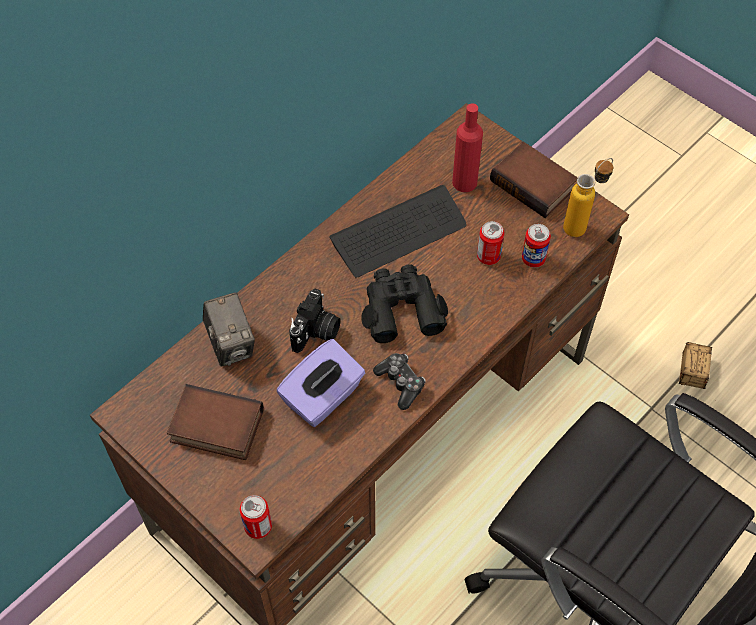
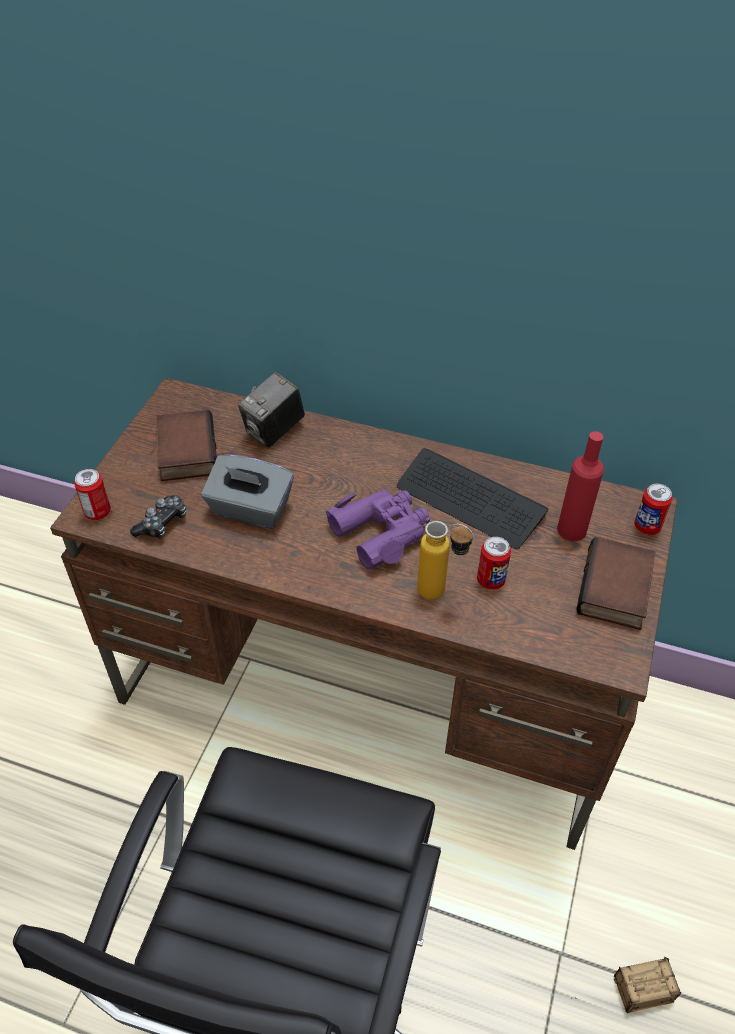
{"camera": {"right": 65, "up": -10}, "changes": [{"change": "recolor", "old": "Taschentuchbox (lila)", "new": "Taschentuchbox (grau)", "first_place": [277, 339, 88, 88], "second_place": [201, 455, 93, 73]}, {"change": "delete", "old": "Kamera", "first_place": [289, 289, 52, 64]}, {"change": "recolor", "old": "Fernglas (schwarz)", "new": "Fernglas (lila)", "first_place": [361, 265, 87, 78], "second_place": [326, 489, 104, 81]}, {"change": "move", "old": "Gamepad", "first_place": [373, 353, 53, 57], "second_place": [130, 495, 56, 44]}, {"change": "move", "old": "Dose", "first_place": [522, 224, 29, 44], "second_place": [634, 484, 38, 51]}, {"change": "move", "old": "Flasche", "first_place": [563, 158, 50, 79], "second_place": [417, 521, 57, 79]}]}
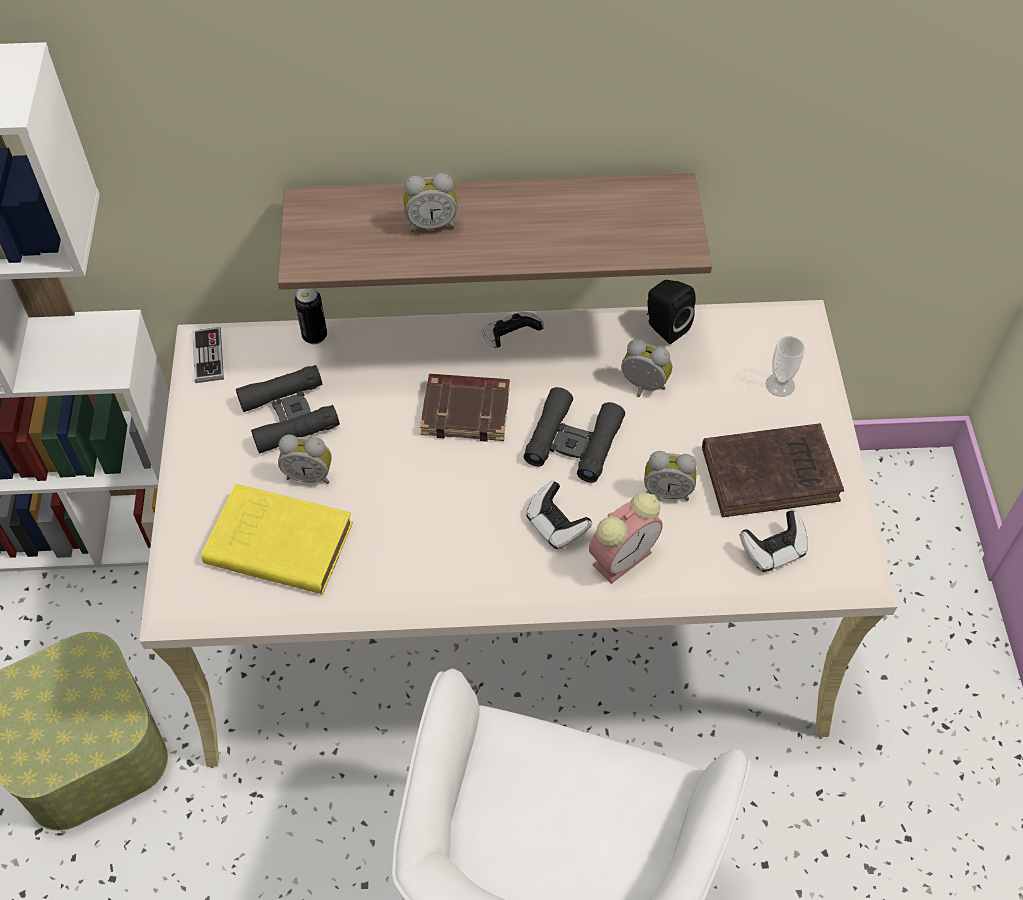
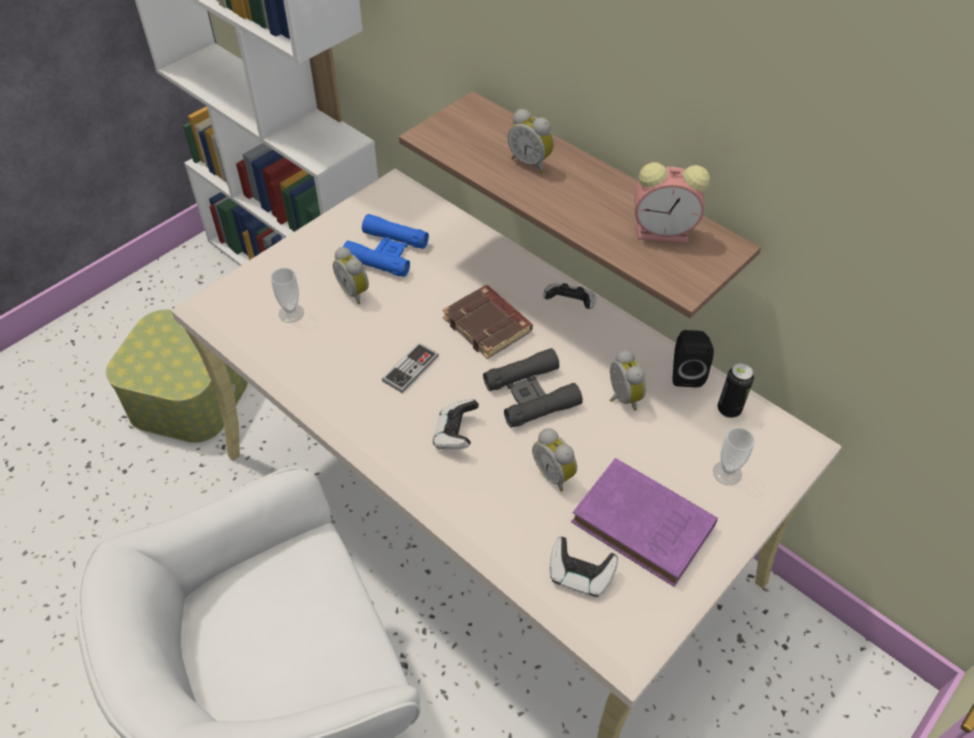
{"camera": {"right": 45, "up": -5}, "changes": [{"change": "move", "old": "Gamepad", "first_place": [192, 327, 32, 56], "second_place": [382, 342, 57, 51]}, {"change": "replace", "old": "Buch (gelb)", "new": "Tasse", "first_place": [201, 484, 152, 110], "second_place": [270, 268, 34, 55]}, {"change": "recolor", "old": "Fernglas (schwarz)", "new": "Fernglas (blau)", "first_place": [236, 365, 104, 88], "second_place": [343, 214, 86, 63]}, {"change": "move", "old": "Dose", "first_place": [294, 288, 33, 56], "second_place": [718, 363, 36, 55]}, {"change": "move", "old": "Wecker", "first_place": [589, 492, 74, 92], "second_place": [635, 162, 75, 81]}, {"change": "recolor", "old": "Buch (braun)", "new": "Buch (lila)", "first_place": [702, 423, 142, 94], "second_place": [571, 458, 147, 129]}]}
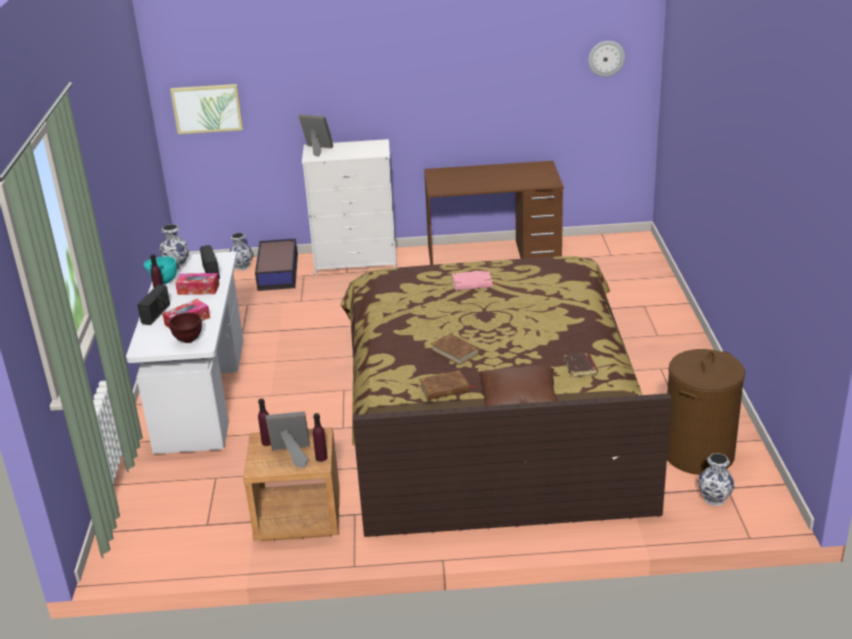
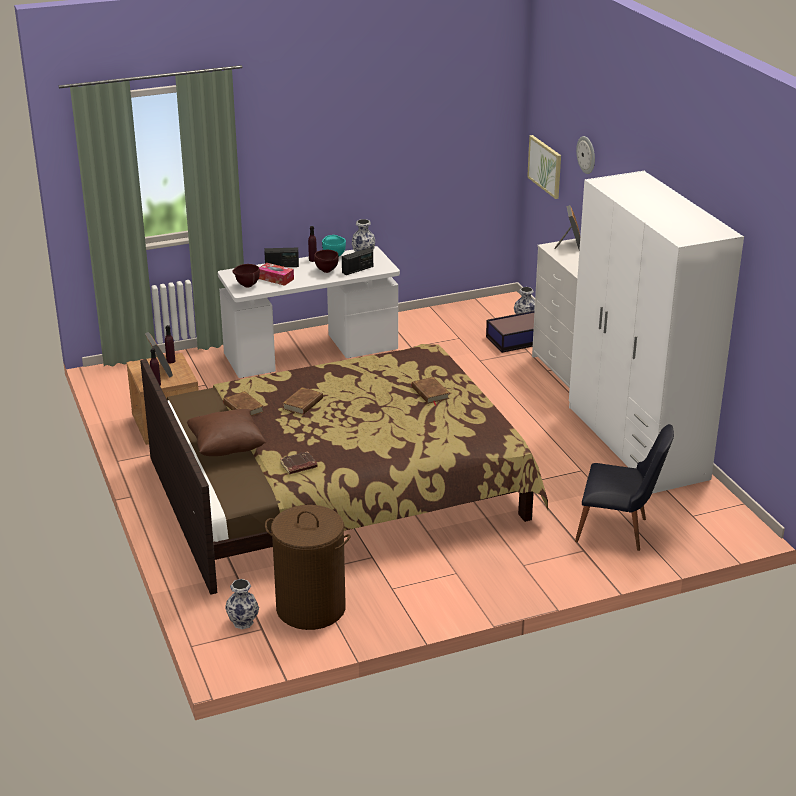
{"camera": {"right": 70, "up": 0}, "changes": [{"change": "replace", "old": "Taschentuchbox", "new": "Schüssel (braun)", "first_place": [175, 273, 45, 22], "second_place": [314, 250, 25, 23]}, {"change": "replace", "old": "Schreibtisch (braun)", "new": "Kleiderschrank (weiß)", "first_place": [424, 161, 140, 104], "second_place": [569, 171, 175, 322]}, {"change": "recolor", "old": "Buch (rosa)", "new": "Buch (braun)", "first_place": [452, 270, 45, 21], "second_place": [412, 377, 38, 29]}, {"change": "move", "old": "Wanduhr", "first_place": [588, 41, 37, 36], "second_place": [576, 136, 19, 38]}, {"change": "insert", "new": "Stuhl (schwarz)", "second_place": [575, 424, 99, 127]}]}
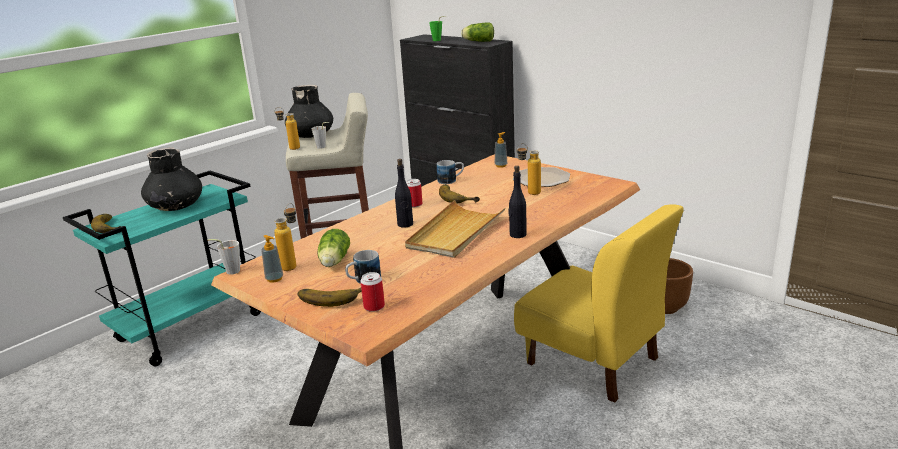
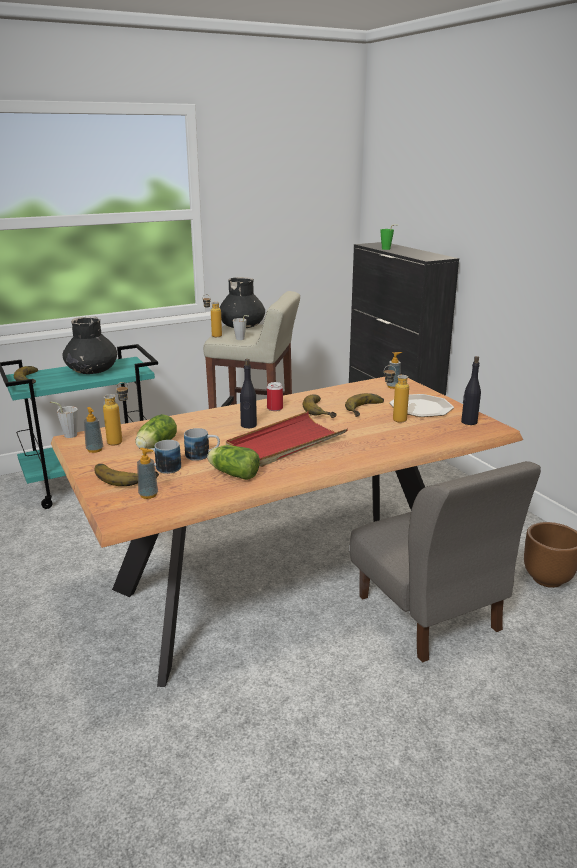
{"camera": {"right": 20, "up": 0}, "changes": [{"change": "replace", "old": "Dose", "new": "Seifenspender", "first_place": [360, 272, 25, 40], "second_place": [137, 448, 21, 51]}, {"change": "recolor", "old": "Tablett (beige)", "new": "Tablett (rot)", "first_place": [405, 200, 100, 58], "second_place": [226, 411, 122, 56]}, {"change": "move", "old": "Henkelbecher", "first_place": [437, 160, 27, 24], "second_place": [184, 428, 36, 33]}, {"change": "move", "old": "Salatkopf", "first_place": [461, 23, 33, 19], "second_place": [207, 445, 53, 35]}, {"change": "move", "old": "Flasche (schwarz)", "first_place": [509, 166, 18, 72], "second_place": [461, 356, 20, 69]}, {"change": "recolor", "old": "Stuhl (gelb)", "new": "Stuhl (grau)", "first_place": [514, 204, 170, 199], "second_place": [349, 461, 192, 202]}, {"change": "insert", "new": "Banane", "second_place": [345, 393, 39, 24]}]}
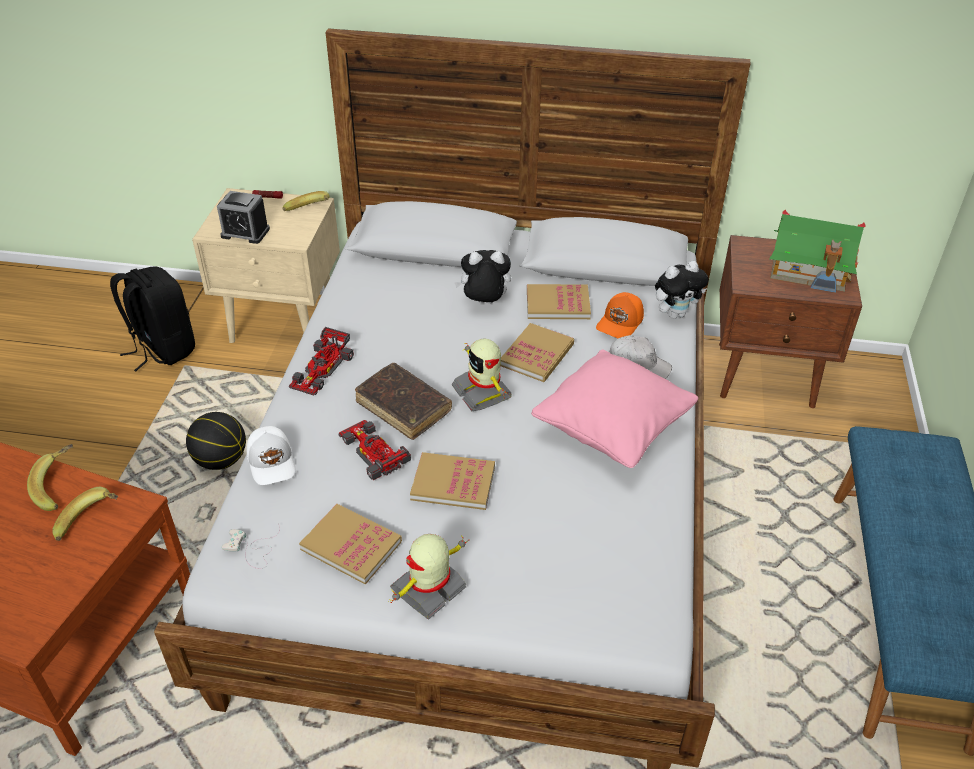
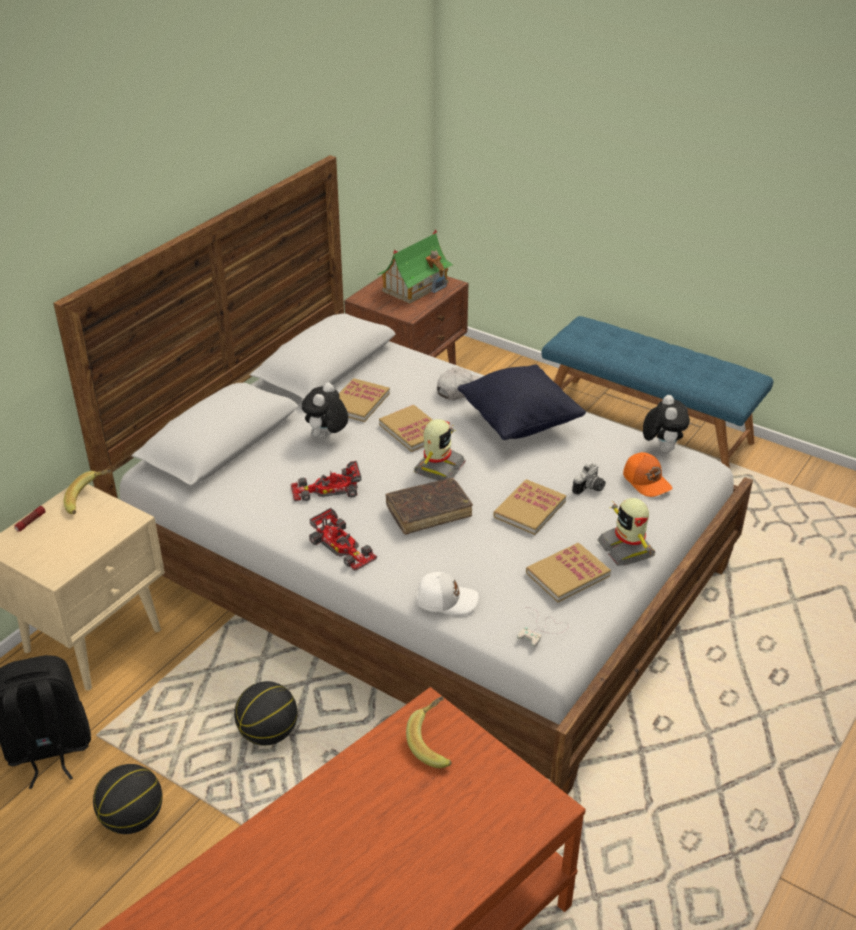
{"camera": {"right": -65, "up": -5}, "changes": [{"change": "delete", "old": "Banane", "first_place": [27, 444, 46, 67]}, {"change": "delete", "old": "Wecker", "first_place": [217, 191, 53, 53]}, {"change": "move", "old": "Spielzeugauto", "first_place": [338, 420, 73, 60], "second_place": [291, 461, 70, 41]}, {"change": "rotate", "old": "Spielzeugroboter", "first_place": [452, 339, 60, 72], "second_place": [414, 419, 52, 62], "degrees": -60}, {"change": "recolor", "old": "Kissen (rosa)", "new": "Kissen (schwarz)", "first_place": [531, 350, 167, 118], "second_place": [457, 364, 129, 76]}, {"change": "move", "old": "Kappe (orange)", "first_place": [596, 292, 48, 46], "second_place": [623, 452, 49, 45]}, {"change": "move", "old": "Plüschtier", "first_place": [655, 261, 54, 58], "second_place": [643, 395, 47, 58]}, {"change": "insert", "new": "Basketball", "second_place": [93, 764, 69, 70]}, {"change": "insert", "new": "Kamera", "second_place": [572, 463, 33, 32]}]}
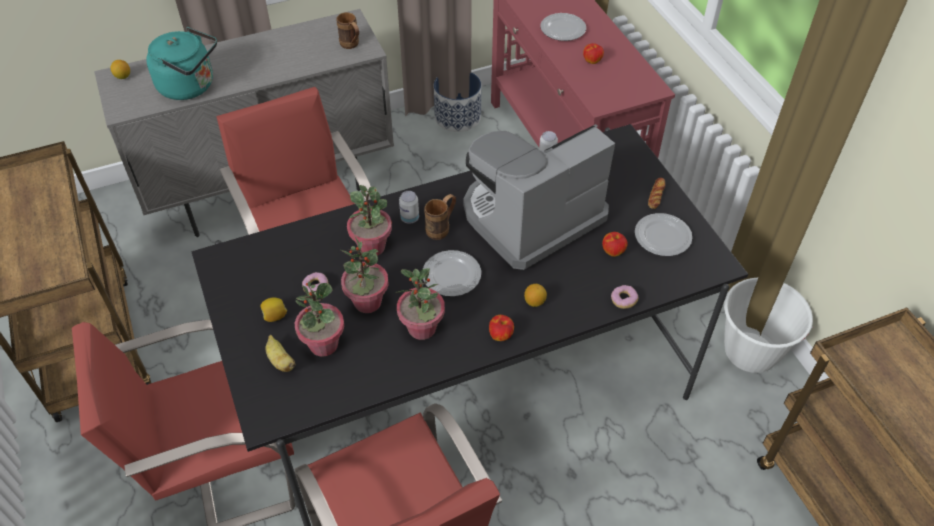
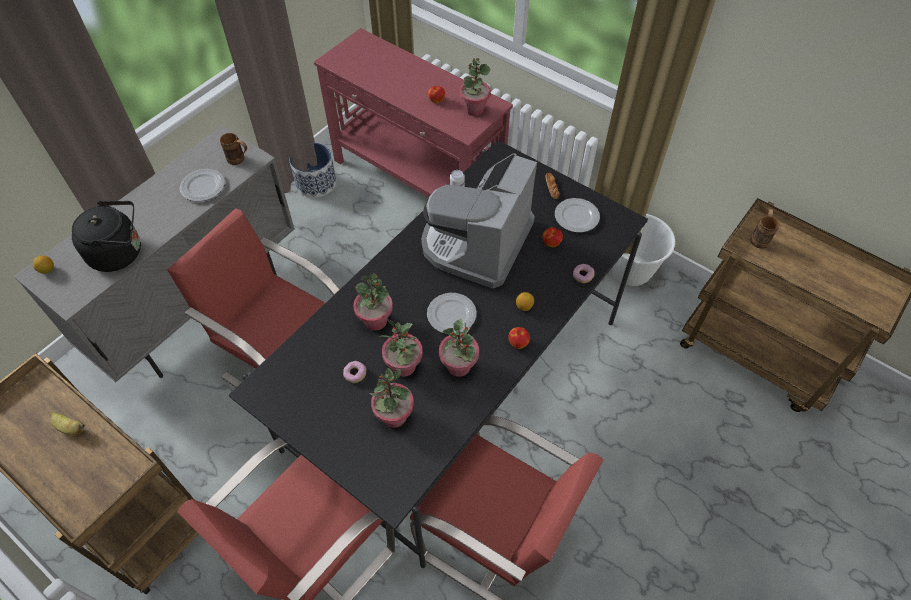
{"camera": {"right": -30, "up": 5}, "changes": [{"change": "recolor", "old": "Wasserkessel (türkis)", "new": "Wasserkessel (schwarz)", "first_place": [146, 27, 71, 73], "second_place": [72, 201, 69, 71]}, {"change": "delete", "old": "Zitrone", "first_place": [260, 297, 27, 25]}, {"change": "move", "old": "Banane", "first_place": [266, 335, 30, 37], "second_place": [50, 412, 35, 23]}, {"change": "delete", "old": "Dose", "first_place": [399, 191, 20, 33]}, {"change": "move", "old": "Henkelbecher (braun)", "first_place": [424, 194, 32, 46], "second_place": [750, 209, 29, 40]}, {"change": "move", "old": "Teller", "first_place": [540, 13, 46, 28], "second_place": [180, 169, 45, 33]}, {"change": "insert", "new": "Topfpflanze", "second_place": [460, 58, 31, 58]}]}
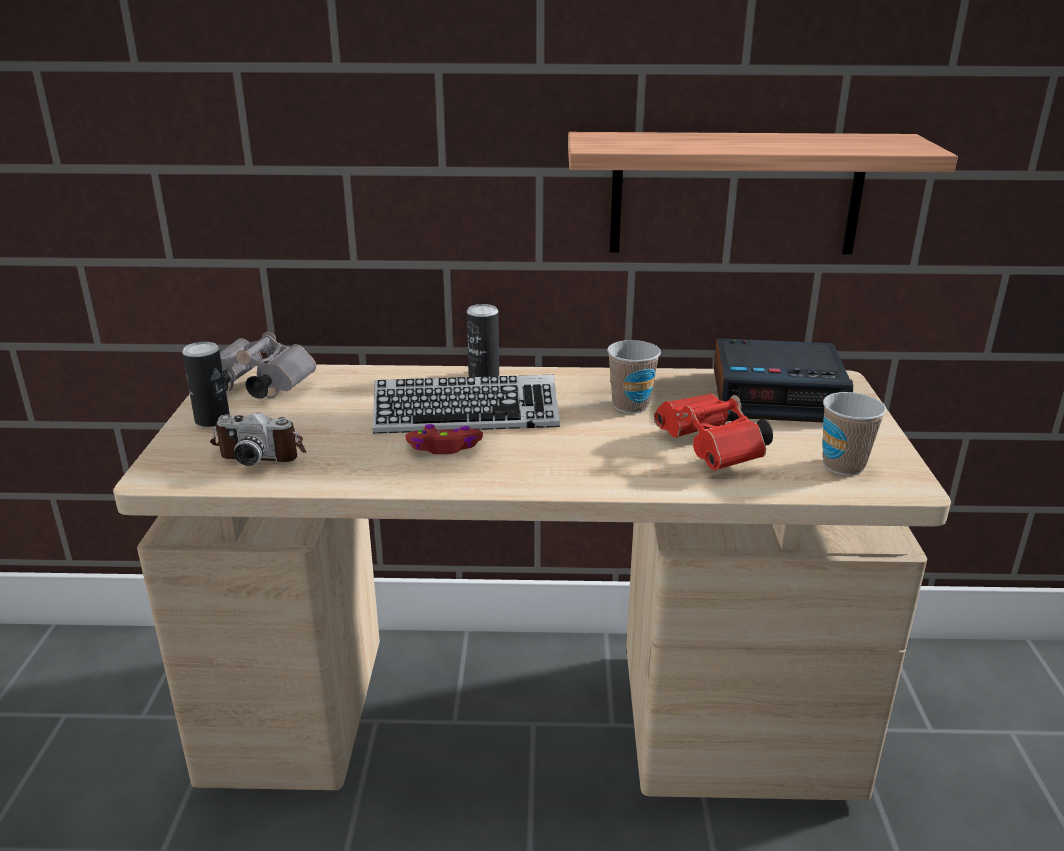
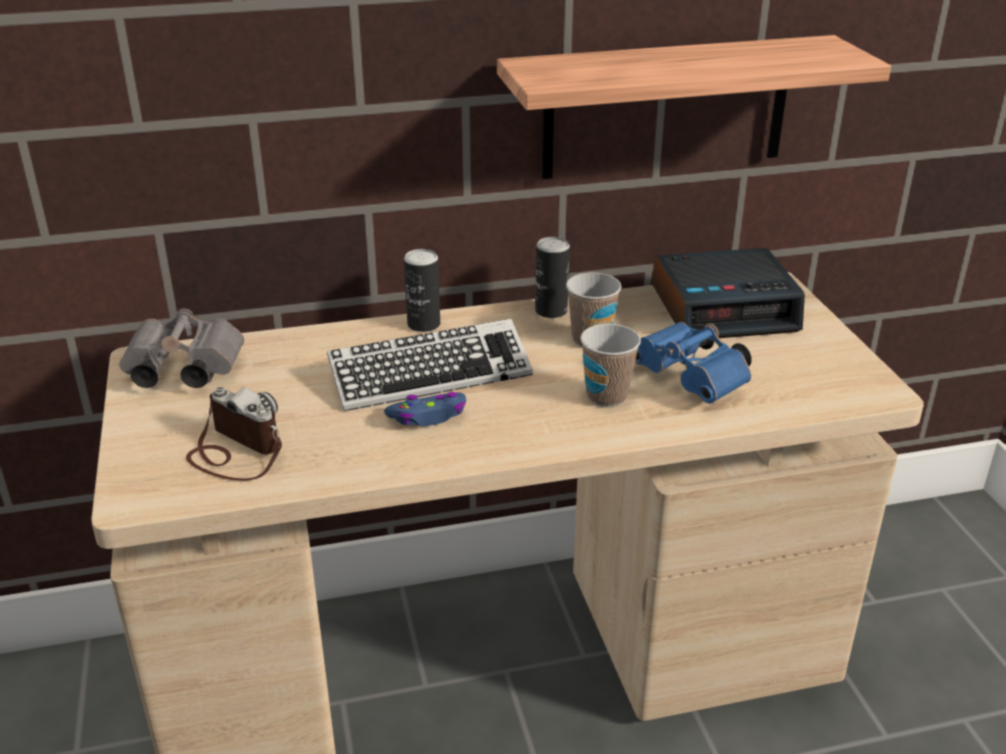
{"camera": {"right": -15, "up": 5}, "changes": [{"change": "move", "old": "Dose", "first_place": [182, 342, 48, 85], "second_place": [535, 237, 35, 81]}, {"change": "rotate", "old": "Kamera", "first_place": [210, 412, 96, 54], "second_place": [186, 387, 96, 94], "degrees": -135}, {"change": "recolor", "old": "Gamepad (rot)", "new": "Gamepad (blau)", "first_place": [406, 424, 77, 30], "second_place": [384, 392, 82, 34]}, {"change": "recolor", "old": "Fernglas (rot)", "new": "Fernglas (blau)", "first_place": [654, 393, 119, 77], "second_place": [635, 322, 117, 82]}, {"change": "move", "old": "Tasse", "first_place": [823, 392, 63, 84], "second_place": [580, 324, 61, 83]}]}
